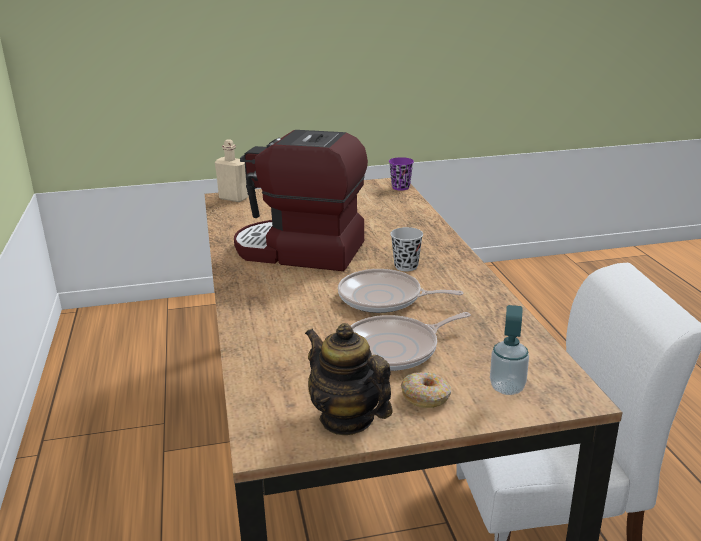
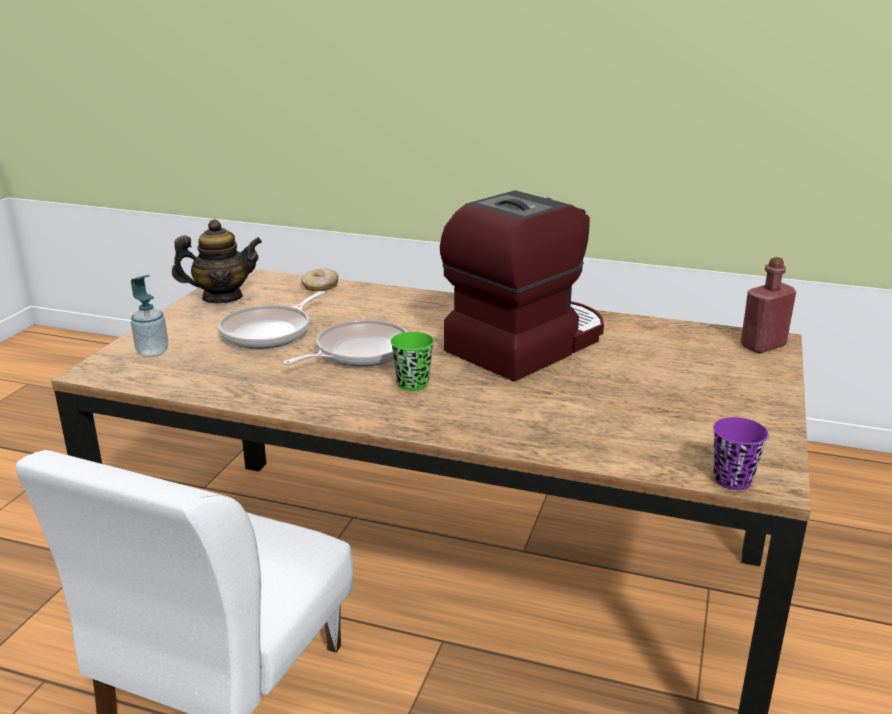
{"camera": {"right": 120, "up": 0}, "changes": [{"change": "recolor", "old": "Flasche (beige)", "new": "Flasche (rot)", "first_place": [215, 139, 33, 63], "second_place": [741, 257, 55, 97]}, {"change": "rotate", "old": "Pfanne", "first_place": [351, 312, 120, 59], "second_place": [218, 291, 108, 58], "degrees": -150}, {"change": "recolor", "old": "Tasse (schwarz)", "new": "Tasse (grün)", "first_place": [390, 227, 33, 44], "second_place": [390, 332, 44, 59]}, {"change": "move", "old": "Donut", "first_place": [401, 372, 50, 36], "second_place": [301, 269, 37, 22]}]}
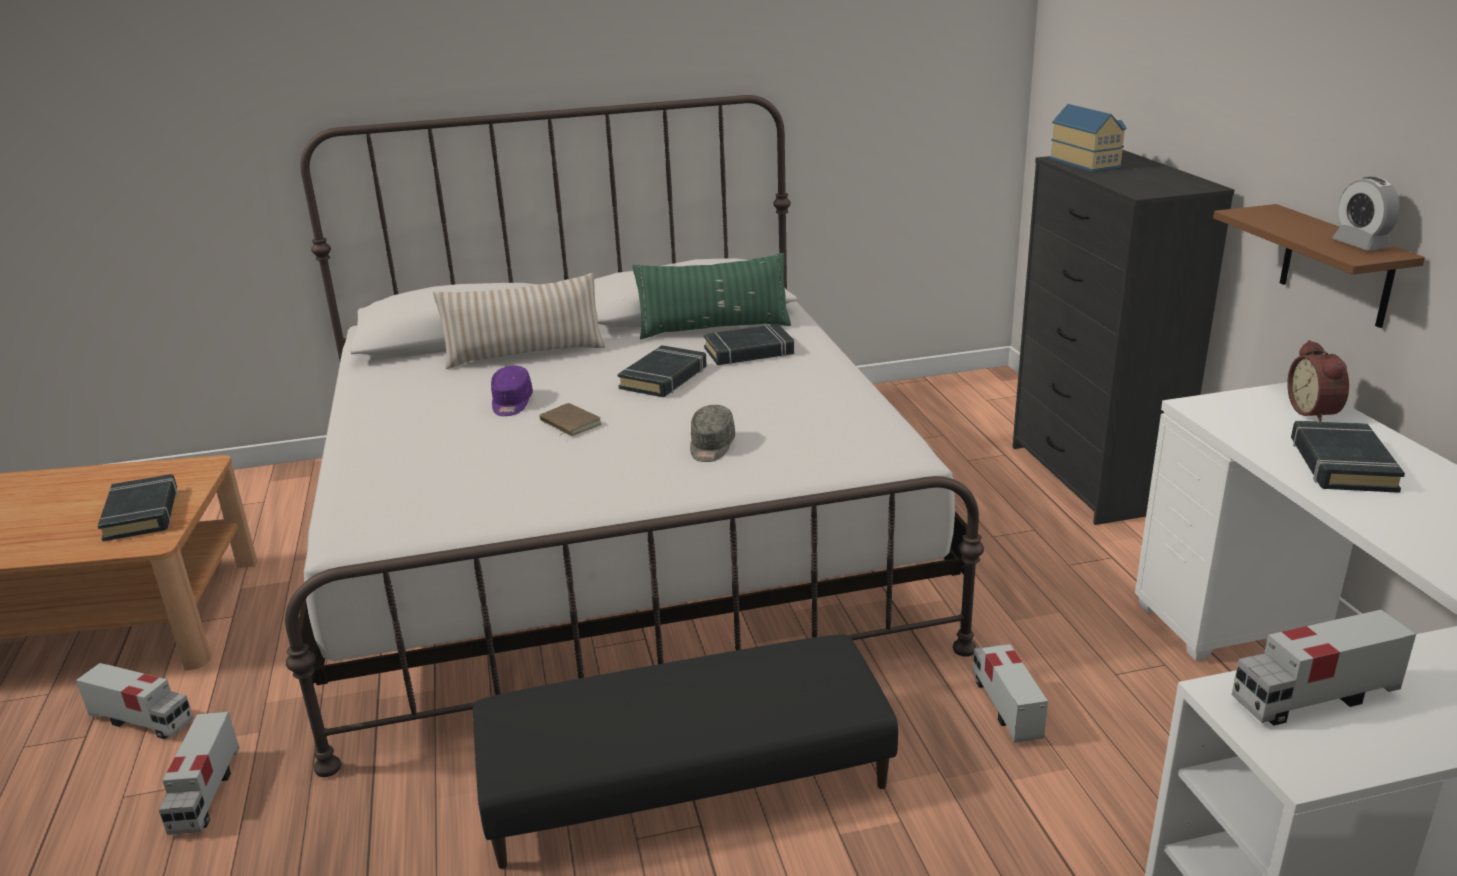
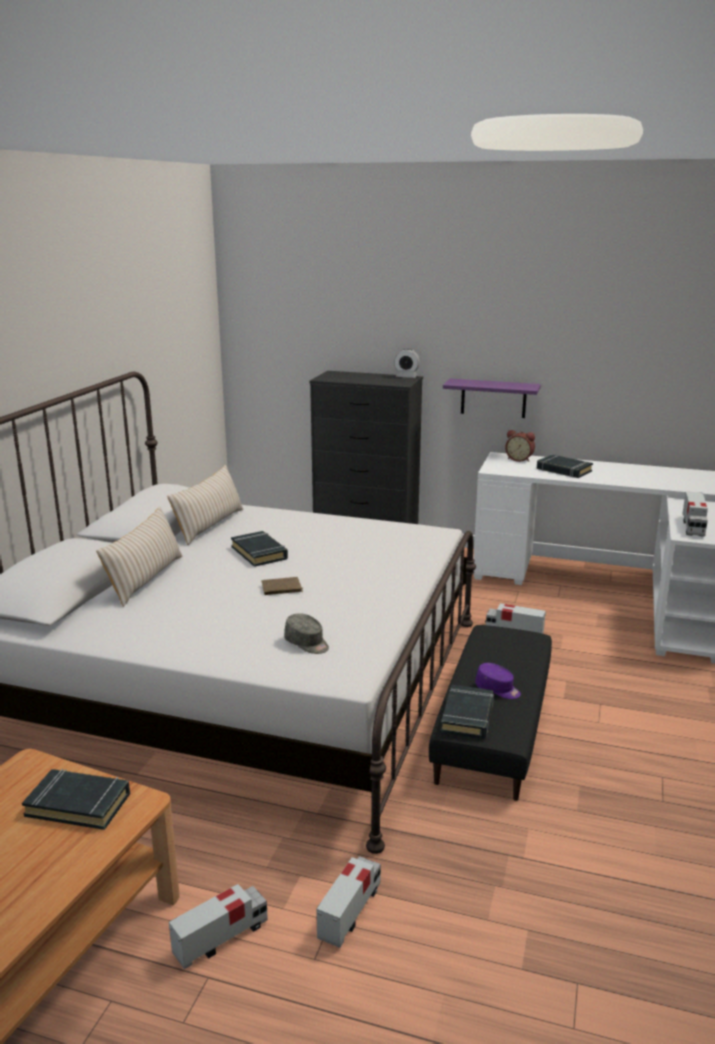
{"camera": {"right": -60, "up": -5}, "changes": [{"change": "rotate", "old": "Spielzeuglaster", "first_place": [158, 712, 81, 123], "second_place": [316, 856, 65, 92], "degrees": -90}, {"change": "move", "old": "Kappe (lila)", "first_place": [491, 366, 42, 50], "second_place": [475, 663, 46, 36]}, {"change": "recolor", "old": "Kissen (grün)", "new": "Kissen (beige)", "first_place": [633, 253, 158, 86], "second_place": [167, 465, 76, 80]}, {"change": "move", "old": "Kappe (grau)", "first_place": [690, 405, 45, 57], "second_place": [284, 613, 45, 41]}, {"change": "move", "old": "Buch (schwarz)", "first_place": [703, 324, 91, 41], "second_place": [441, 685, 53, 54]}, {"change": "delete", "old": "Spielzeughaus", "first_place": [1050, 104, 76, 68]}, {"change": "recolor", "old": "Wandregal (braun)", "new": "Wandregal (lila)", "first_place": [1213, 204, 212, 124], "second_place": [443, 378, 98, 40]}, {"change": "move", "old": "Wecker", "first_place": [1332, 177, 68, 73], "second_place": [394, 349, 26, 29]}]}
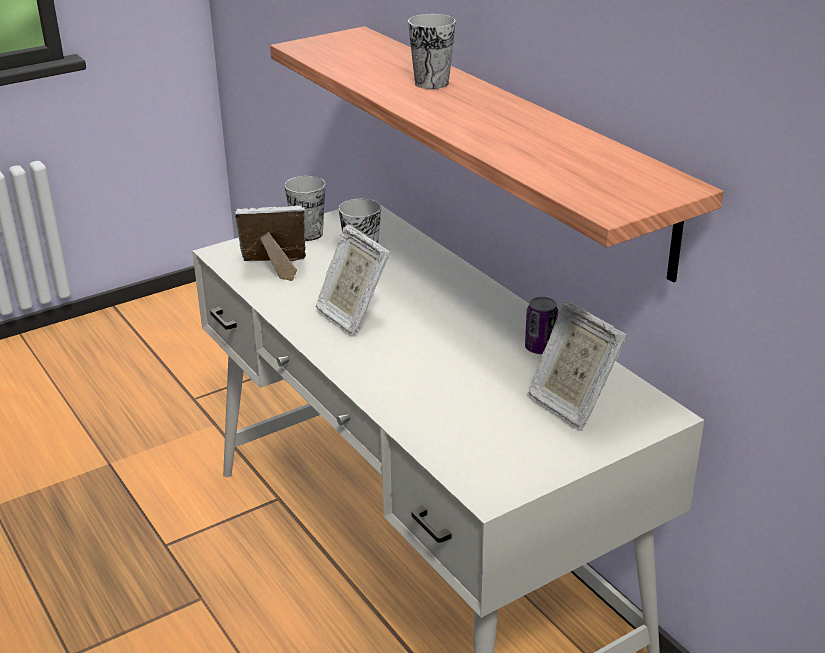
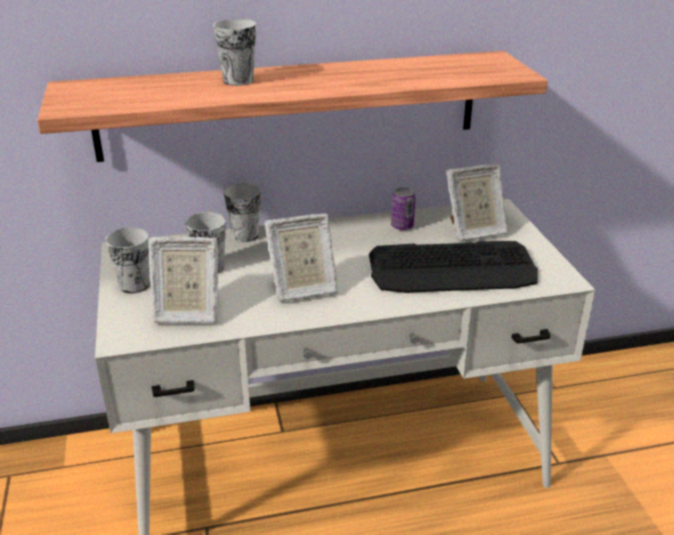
{"camera": {"right": -70, "up": 0}, "changes": [{"change": "rotate", "old": "Bilderrahmen", "first_place": [235, 205, 71, 76], "second_place": [148, 237, 71, 87], "degrees": -105}, {"change": "insert", "new": "Tasse", "second_place": [224, 183, 37, 59]}, {"change": "insert", "new": "Tastatur", "second_place": [369, 241, 169, 52]}]}
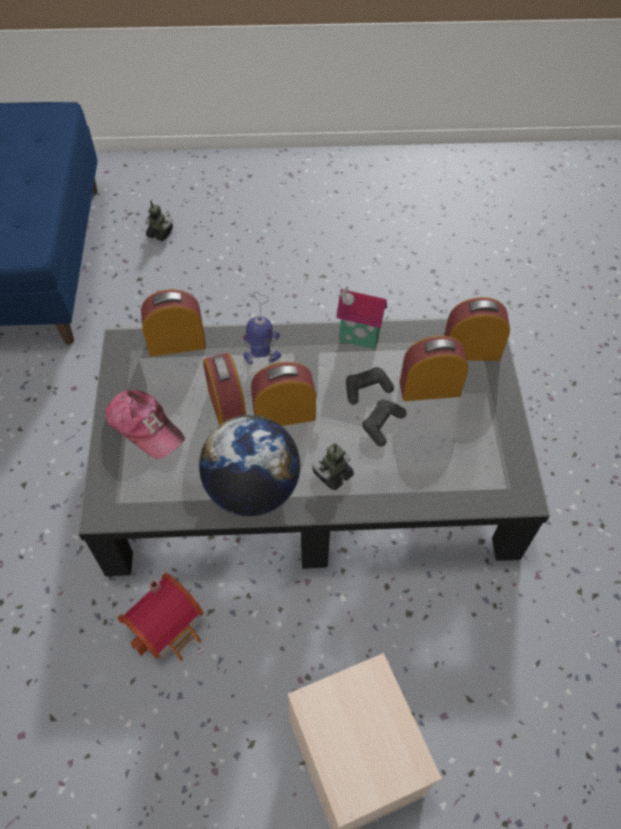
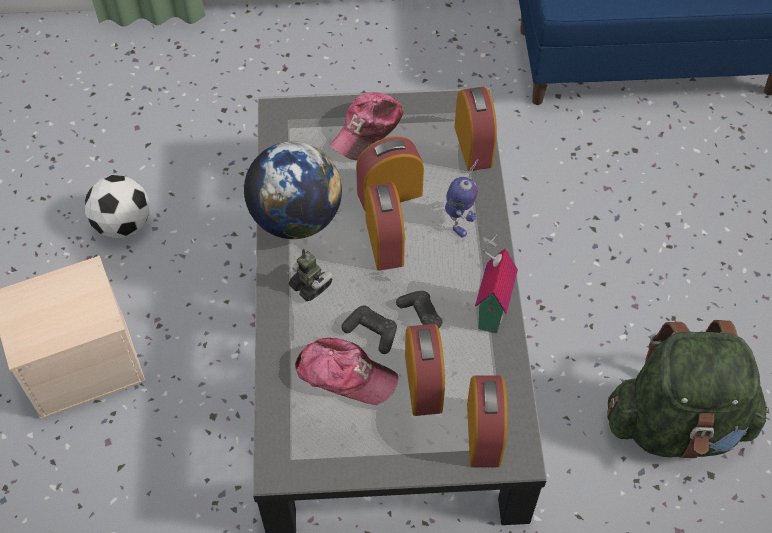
{"camera": {"right": 90, "up": 0}, "changes": [{"change": "delete", "old": "Spielzeughaus", "first_place": [117, 573, 86, 88]}, {"change": "delete", "old": "Spielzeugroboter", "first_place": [145, 200, 28, 41]}, {"change": "insert", "new": "Fußball", "second_place": [85, 175, 64, 63]}, {"change": "insert", "new": "Kappe", "second_place": [295, 338, 103, 67]}, {"change": "insert", "new": "Rucksack (grün)", "second_place": [607, 320, 162, 138]}]}
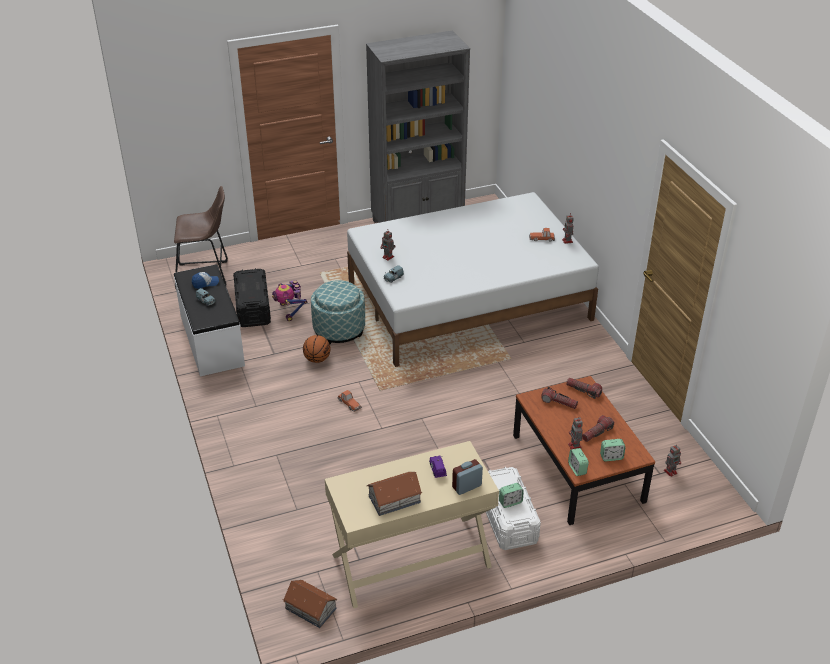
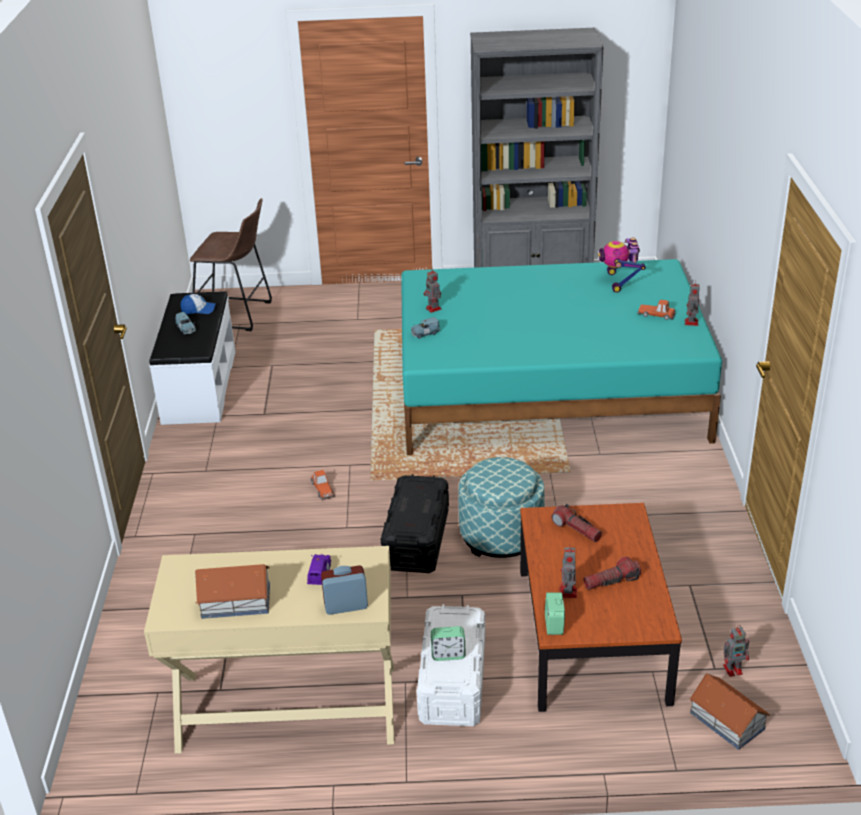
{"camera": {"right": 20, "up": -5}, "changes": [{"change": "move", "old": "Aufbewahrungsbox (schwarz)", "first_place": [233, 268, 38, 59], "second_place": [381, 474, 68, 99]}, {"change": "move", "old": "Spielzeugroboter", "first_place": [272, 280, 35, 41], "second_place": [598, 238, 48, 55]}, {"change": "move", "old": "Spielzeughaus", "first_place": [283, 580, 54, 48], "second_place": [689, 673, 81, 77]}, {"change": "delete", "old": "Basketball", "first_place": [303, 335, 28, 28]}, {"change": "move", "old": "Polsterhocker", "first_place": [311, 280, 54, 65], "second_place": [458, 457, 86, 101]}, {"change": "recolor", "old": "Bett (weiß)", "new": "Bett (türkis)", "first_place": [347, 192, 252, 175], "second_place": [401, 259, 321, 196]}, {"change": "delete", "old": "Taschenlampe", "first_place": [566, 378, 36, 21]}, {"change": "delete", "old": "Wecker", "first_place": [600, 439, 25, 22]}]}
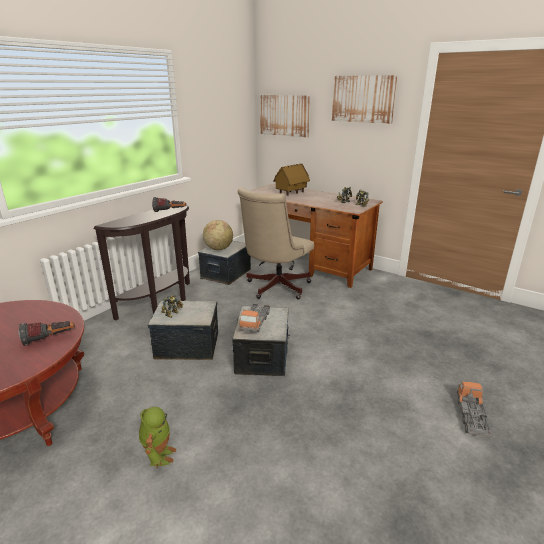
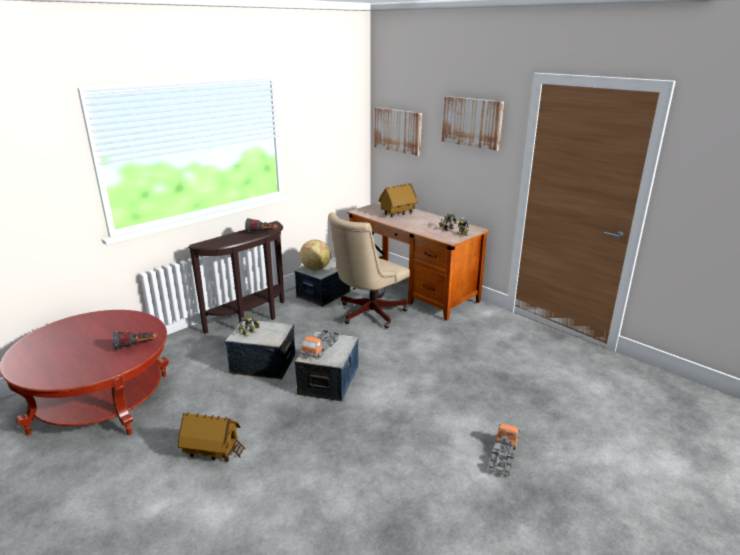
{"camera": {"right": 10, "up": 0}, "changes": [{"change": "replace", "old": "Spielzeugroboter", "new": "Spielzeughaus", "first_place": [139, 407, 38, 61], "second_place": [178, 412, 68, 50]}]}
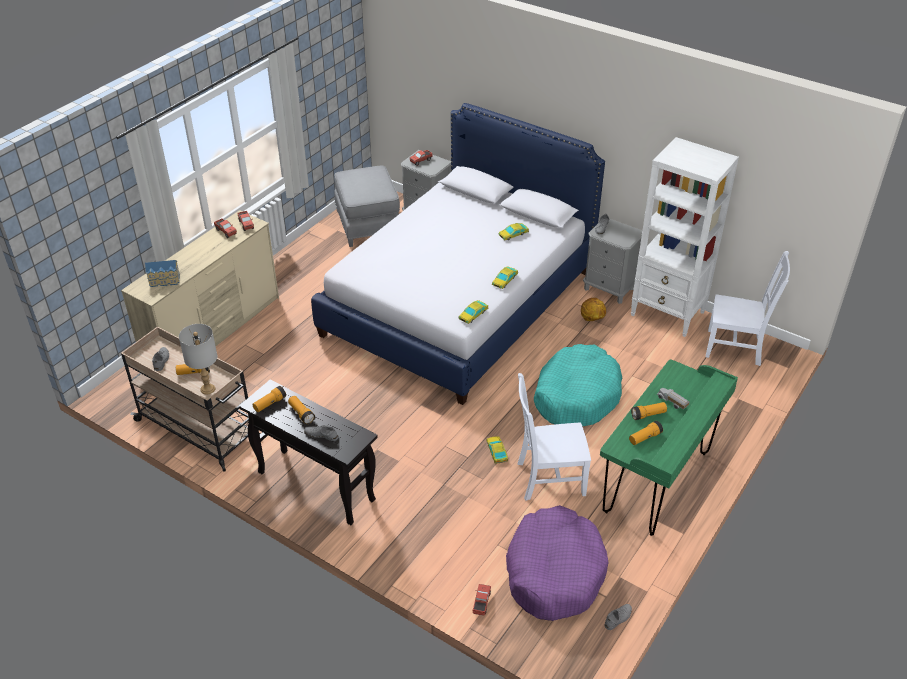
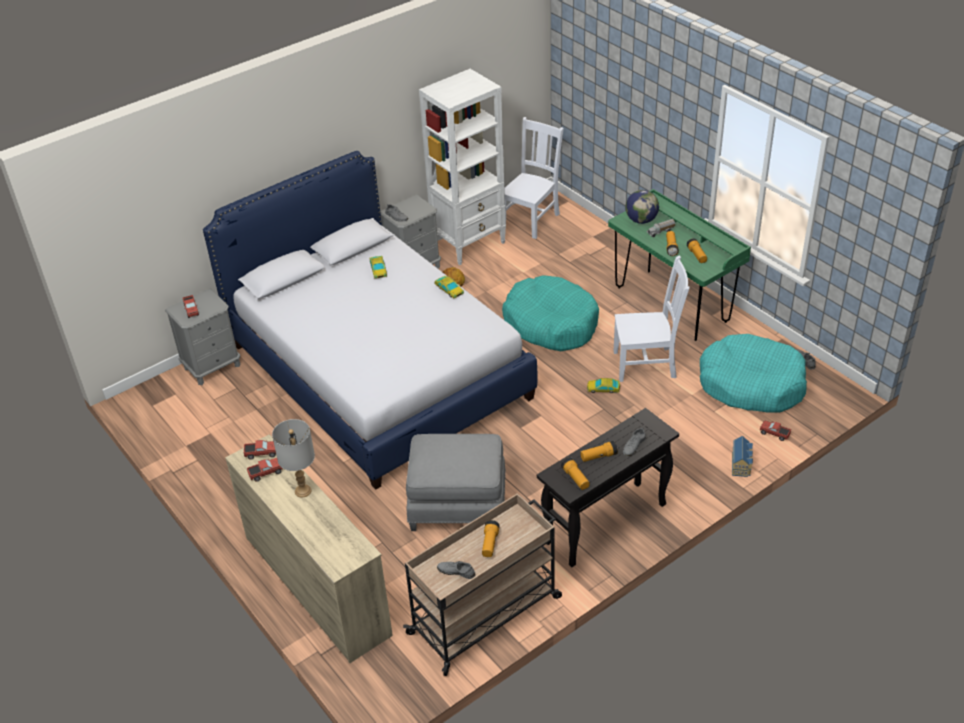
{"camera": {"right": -70, "up": 0}, "changes": [{"change": "move", "old": "Spielzeughaus", "first_place": [145, 260, 35, 27], "second_place": [732, 436, 21, 41]}, {"change": "move", "old": "Tischlampe (grau)", "first_place": [179, 324, 38, 71], "second_place": [272, 419, 43, 79]}, {"change": "move", "old": "Polsterhocker (grau)", "first_place": [334, 166, 66, 81], "second_place": [406, 434, 100, 97]}, {"change": "delete", "old": "Spielzeugauto", "first_place": [458, 300, 30, 24]}, {"change": "recolor", "old": "Hundebett (lila)", "new": "Hundebett (türkis)", "first_place": [506, 505, 103, 116], "second_place": [700, 334, 107, 79]}, {"change": "rotate", "old": "Stuhl (weiß)", "first_place": [517, 373, 74, 128], "second_place": [614, 255, 76, 127], "degrees": -105}, {"change": "insert", "new": "Globus", "second_place": [626, 190, 33, 34]}]}
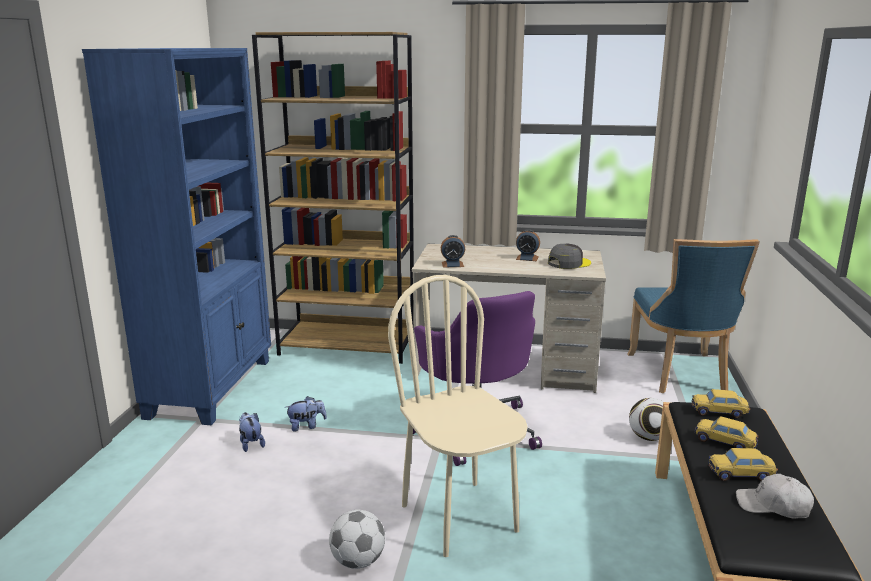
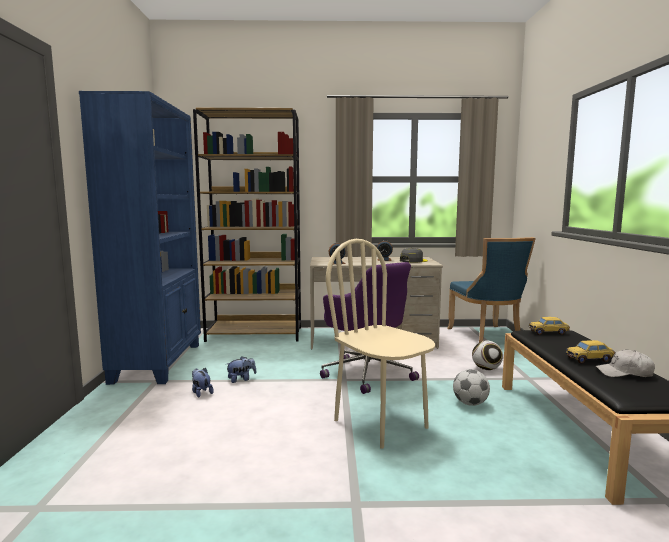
{"camera": {"right": -10, "up": -10}, "changes": [{"change": "move", "old": "Fußball", "first_place": [329, 510, 56, 59], "second_place": [453, 369, 37, 37]}, {"change": "delete", "old": "Spielzeugauto", "first_place": [695, 416, 64, 33]}]}
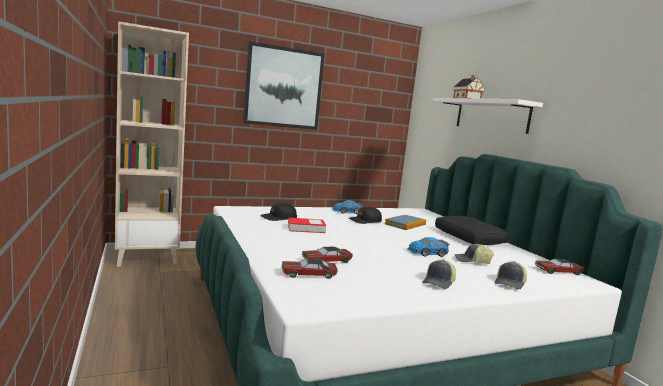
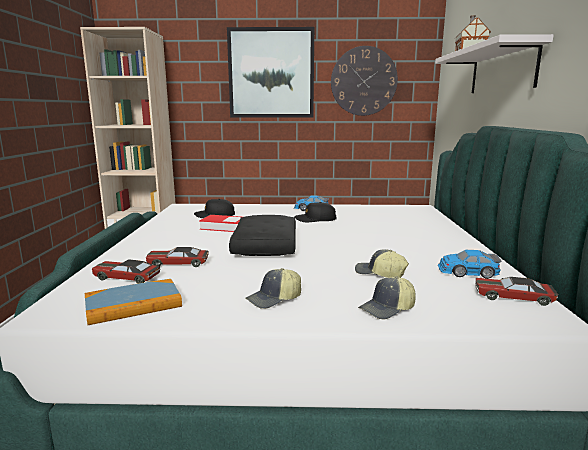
{"camera": {"right": 25, "up": 5}, "changes": [{"change": "move", "old": "Buch", "first_place": [385, 215, 41, 15], "second_place": [85, 279, 97, 46]}, {"change": "move", "old": "Spielzeugauto", "first_place": [407, 237, 43, 20], "second_place": [438, 250, 63, 29]}, {"change": "move", "old": "Kissen (schwarz)", "first_place": [435, 216, 75, 29], "second_place": [229, 215, 67, 41]}, {"change": "insert", "new": "Wanduhr", "second_place": [331, 46, 67, 70]}]}
